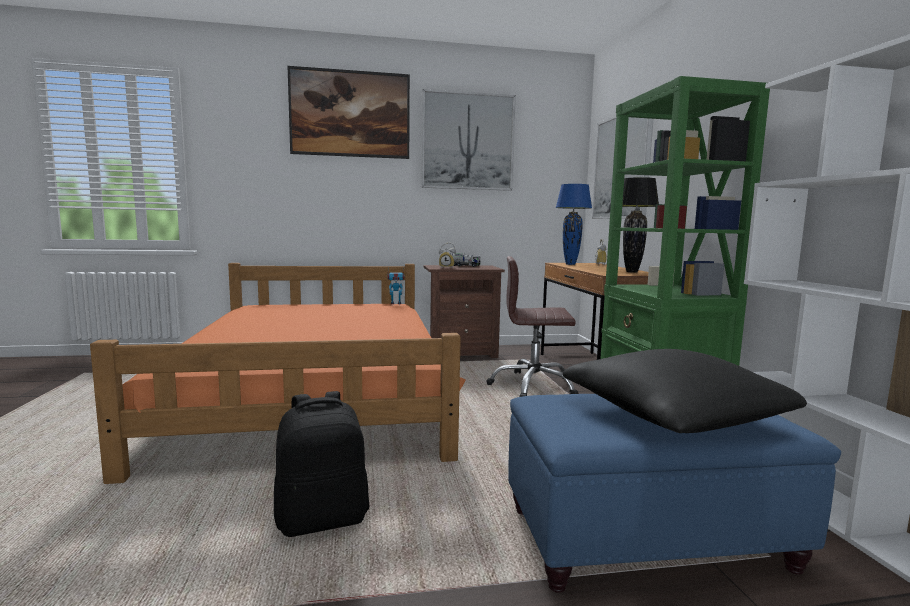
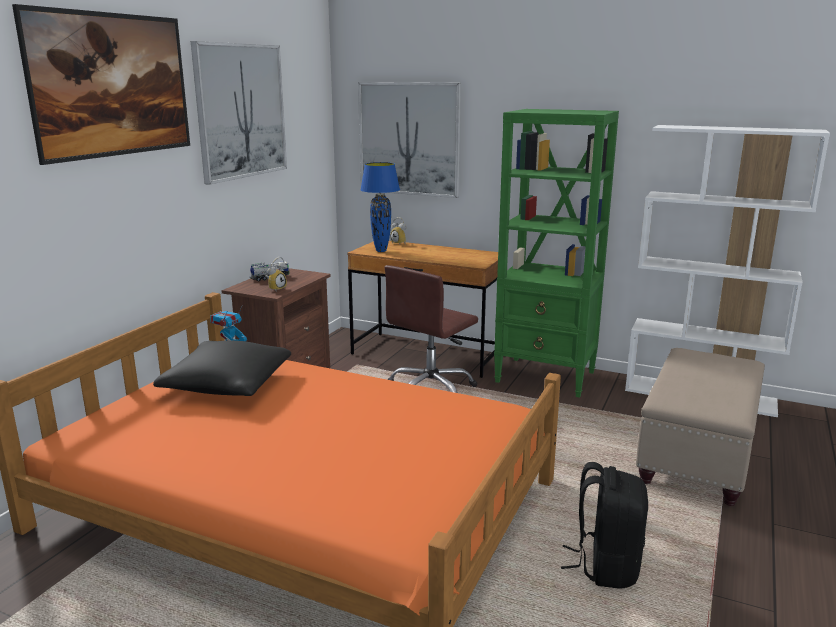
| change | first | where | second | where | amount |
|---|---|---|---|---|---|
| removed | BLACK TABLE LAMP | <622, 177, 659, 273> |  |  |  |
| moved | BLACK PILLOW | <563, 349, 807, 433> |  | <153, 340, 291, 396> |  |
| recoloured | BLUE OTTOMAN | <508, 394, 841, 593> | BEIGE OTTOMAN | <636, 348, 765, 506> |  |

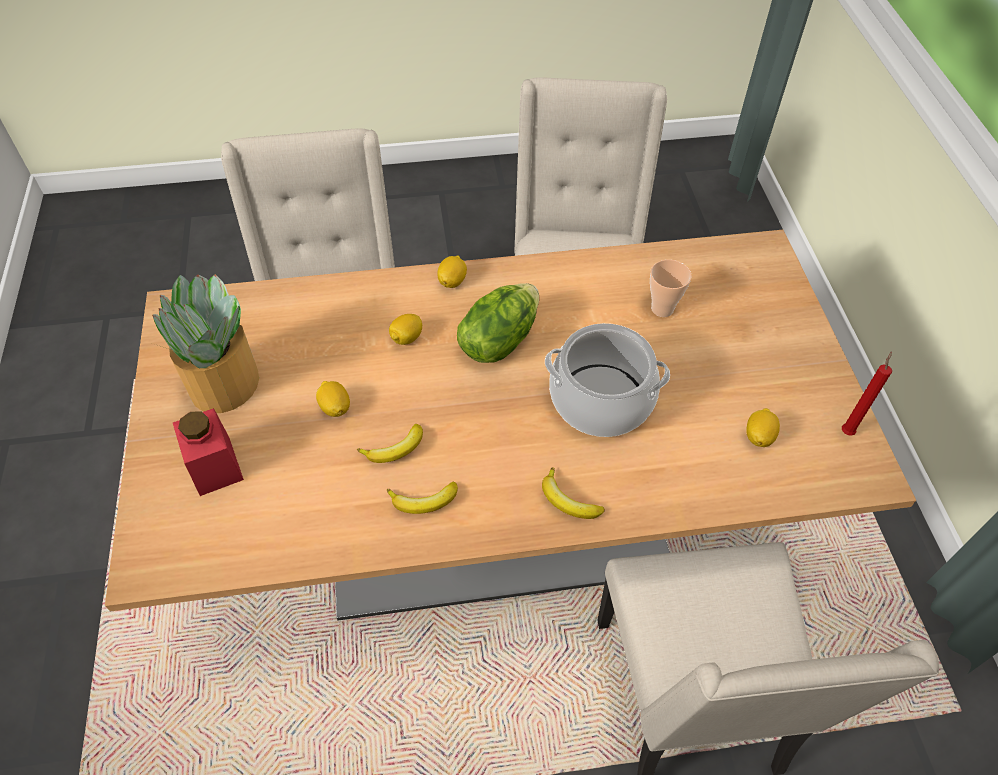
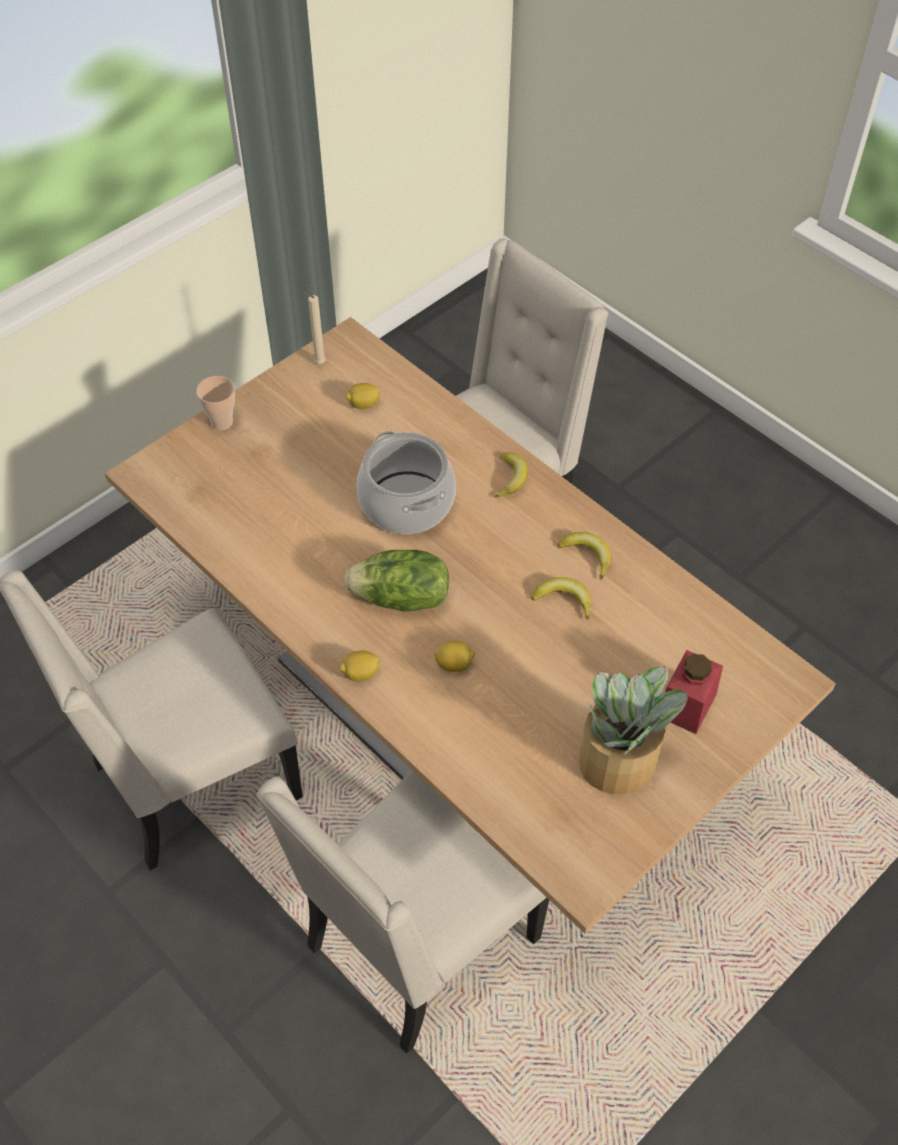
| change | first | where | second | where | amount |
|---|---|---|---|---|---|
| removed | LEMON | <316, 381, 350, 417> |  |  |  |
| moved | CUP | <650, 259, 692, 317> |  | <196, 376, 235, 430> |  |
| recoloured | RED CANDLE | <842, 351, 892, 436> | BEIGE CANDLE | <302, 292, 326, 364> |  |

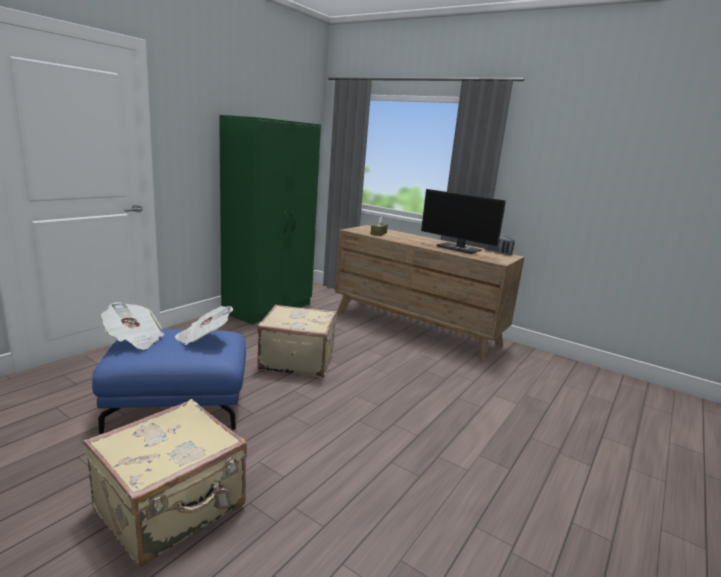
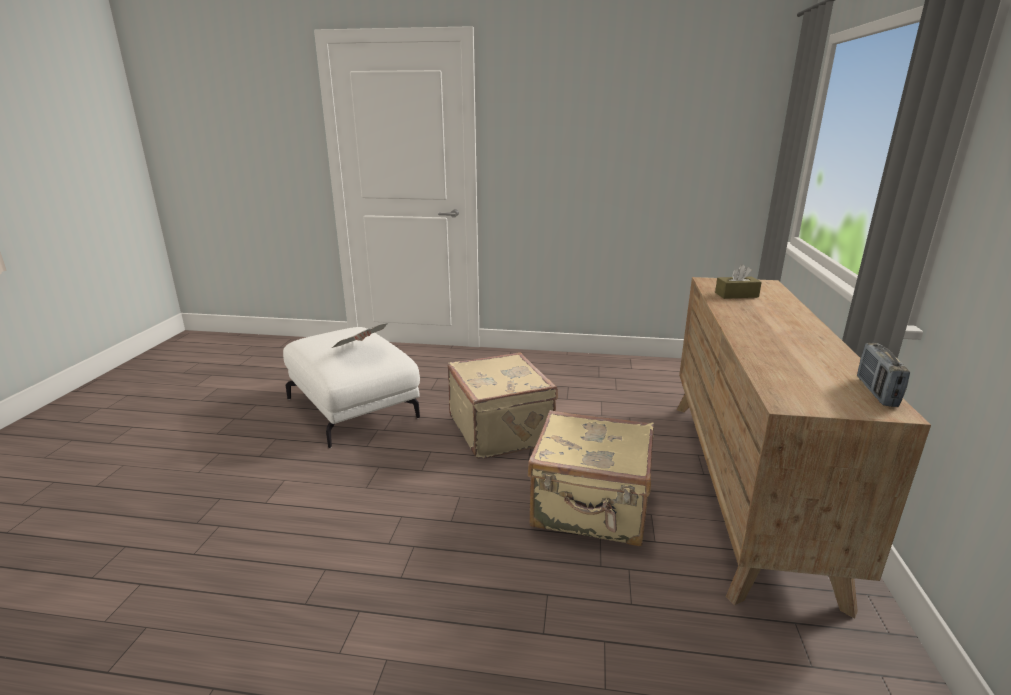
| change | first | where | second | where | amount |
|---|---|---|---|---|---|
| removed | NEWSPAPER | <101, 302, 165, 350> |  |  |  |
| removed | GREEN WARDROBE | <219, 115, 321, 325> |  |  |  |
| removed | MONITOR | <421, 189, 506, 254> |  |  |  |
| moved | BEIGE SUITCASE | <83, 399, 247, 567> |  | <528, 410, 654, 546> |  |
| recoloured | BLUE OTTOMAN | <92, 329, 246, 434> | WHITE OTTOMAN | <283, 327, 420, 448> |  |

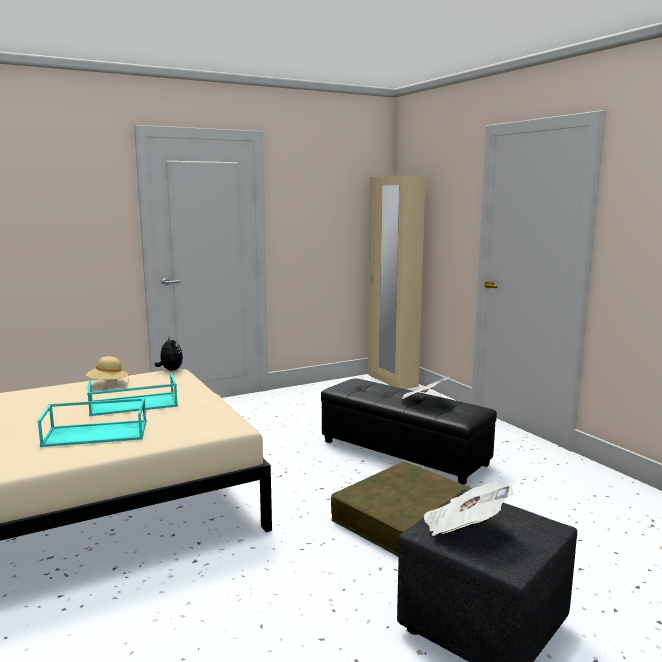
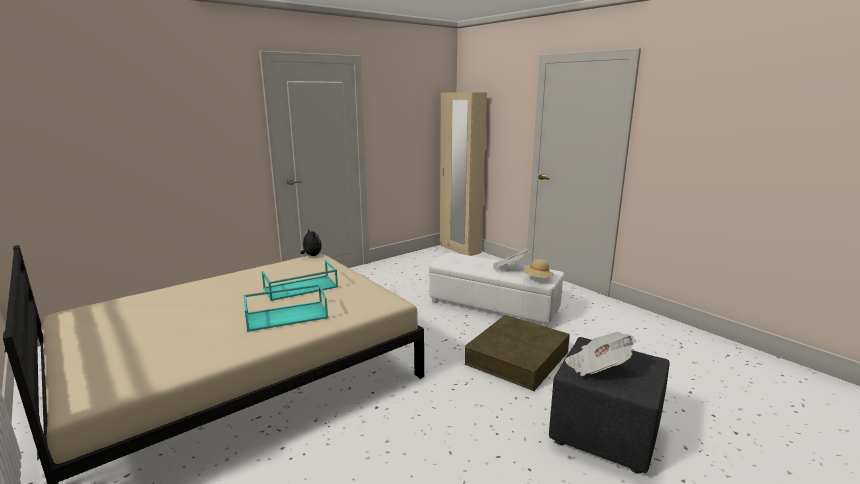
| change | first | where | second | where | amount |
|---|---|---|---|---|---|
| moved | BEIGE HAT | <86, 356, 129, 380> |  | <523, 259, 554, 278> |  |
| recoloured | BLACK OTTOMAN | <321, 379, 497, 485> | WHITE OTTOMAN | <429, 253, 564, 327> |  |

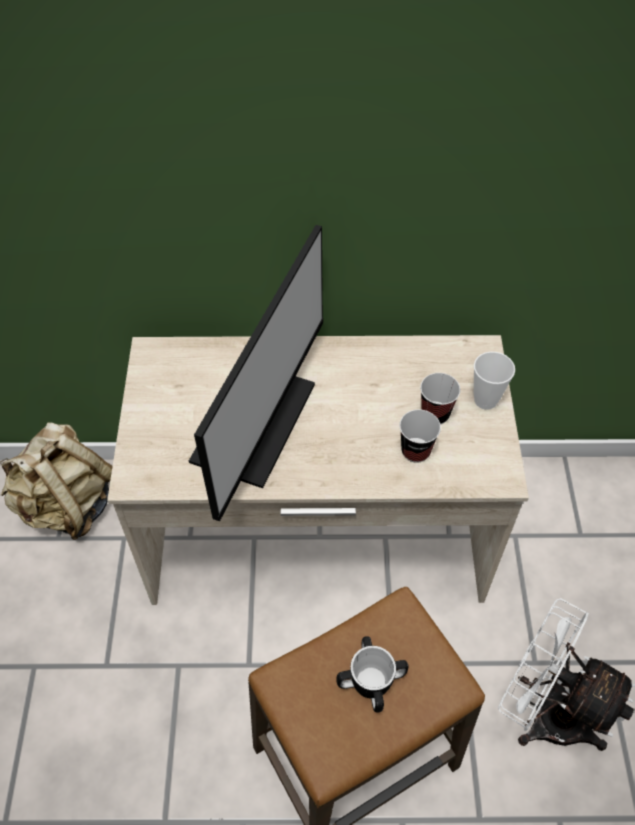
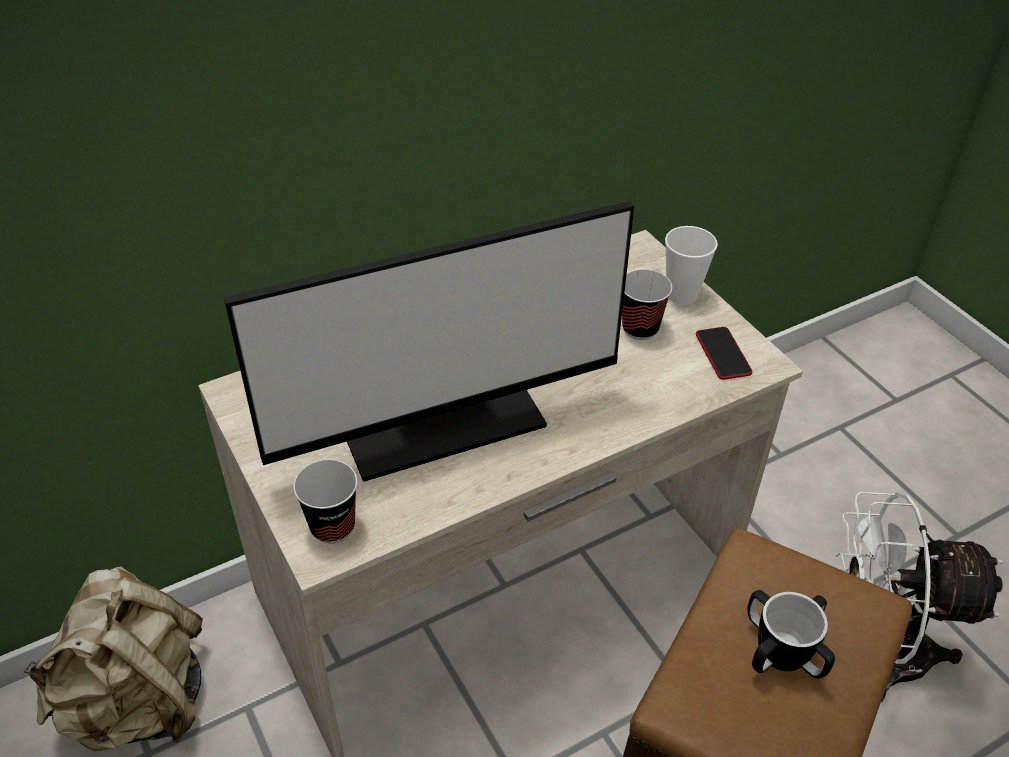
| change | first | where | second | where | amount |
|---|---|---|---|---|---|
| added |  |  | PHONE | <696, 327, 752, 380> |  |
| moved | CUP | <400, 409, 441, 463> |  | <293, 459, 357, 543> |  |
| turned | MONITOR | <189, 225, 323, 521> |  | <224, 201, 634, 482> | 75 degrees clockwise |

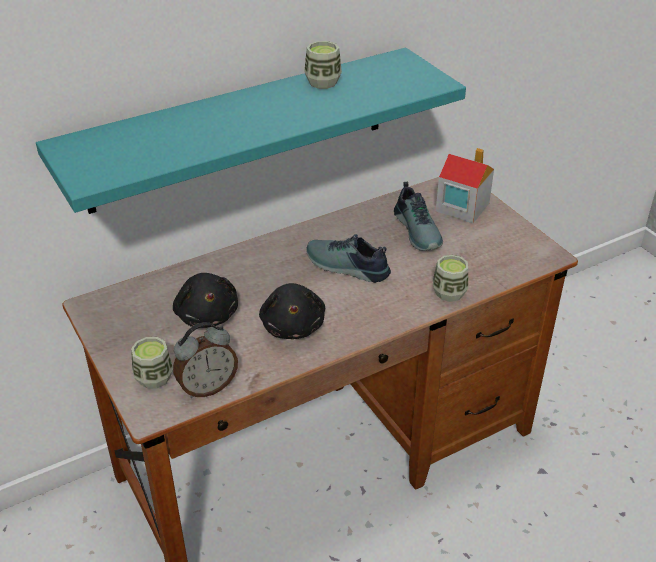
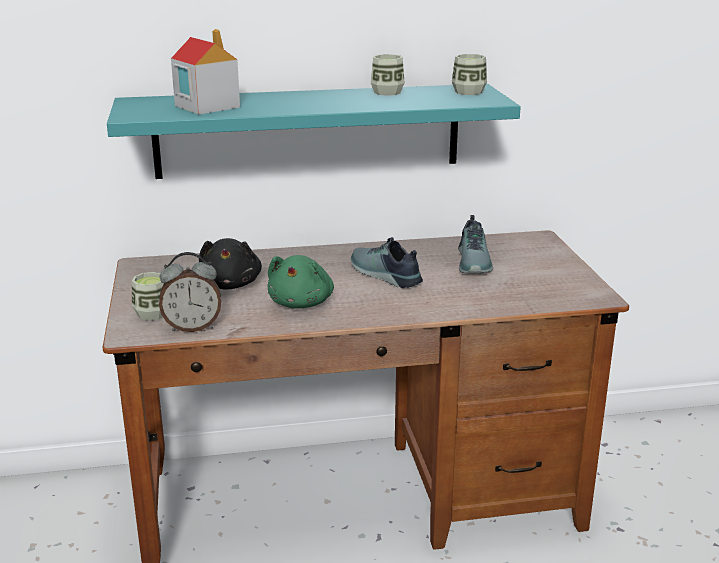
| change | first | where | second | where | amount |
|---|---|---|---|---|---|
| moved | CUP | <433, 255, 468, 302> |  | <452, 54, 487, 95> |  |
| moved | TOY HOUSE | <436, 148, 494, 223> |  | <171, 29, 240, 115> |  |
| recoloured | BLACK PLUSH TOY | <259, 283, 325, 339> | GREEN PLUSH TOY | <268, 255, 334, 309> |  |

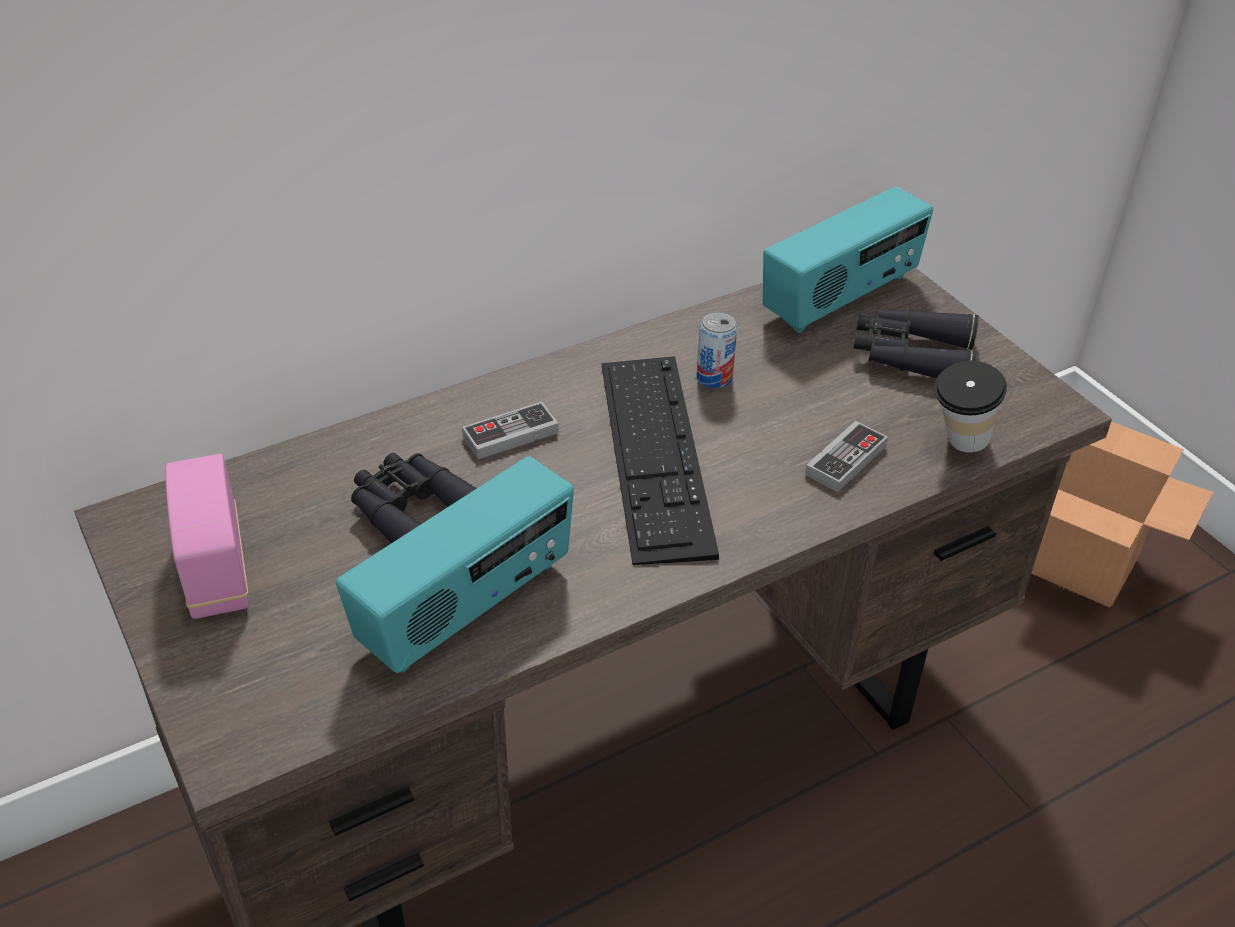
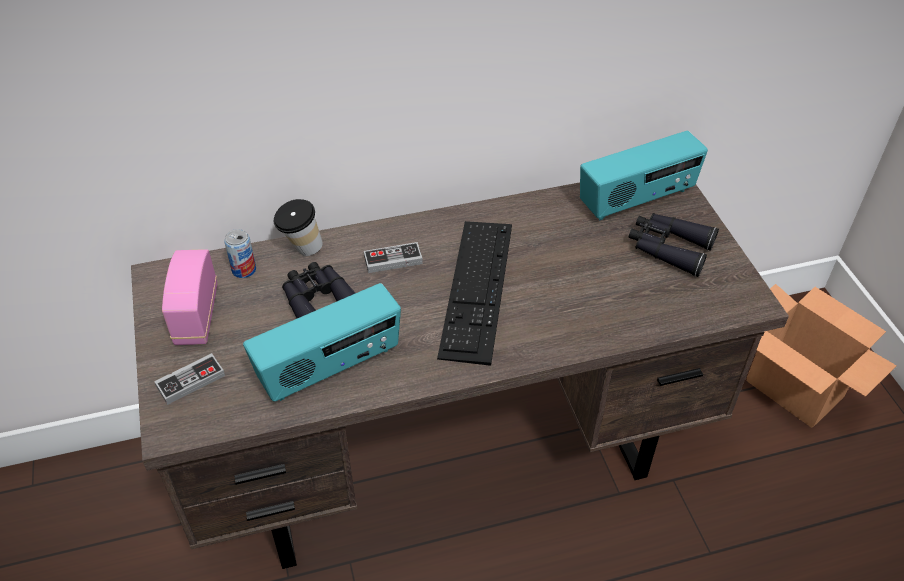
| change | first | where | second | where | amount |
|---|---|---|---|---|---|
| moved | CAN | <696, 312, 737, 388> |  | <224, 229, 256, 278> |  |
| moved | GAME CONTROLLER | <805, 421, 888, 492> |  | <154, 353, 225, 405> |  |
| moved | CUP | <934, 361, 1007, 453> |  | <274, 199, 323, 256> |  |

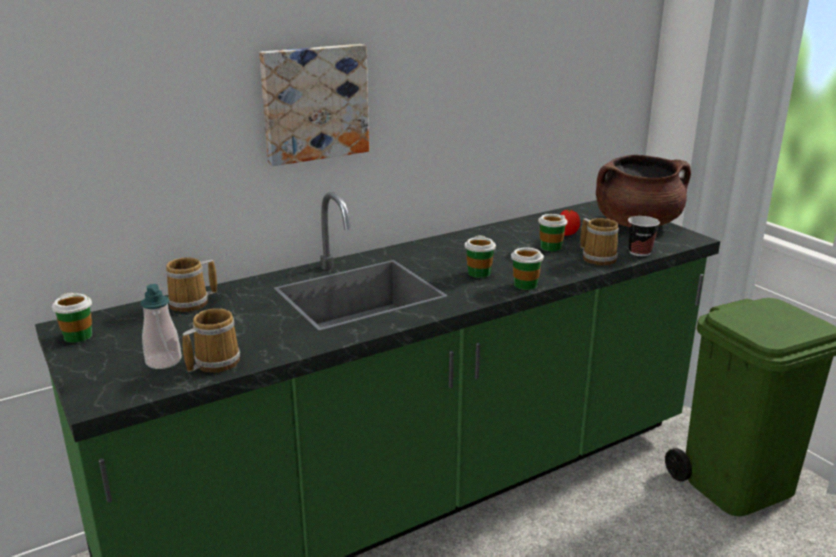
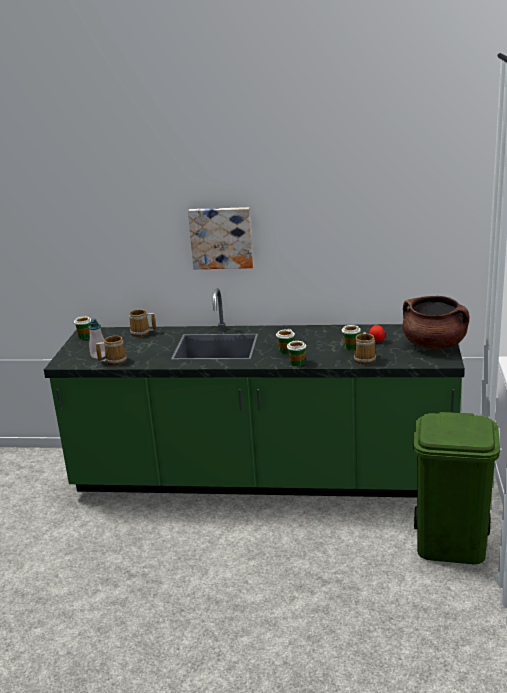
| change | first | where | second | where | amount |
|---|---|---|---|---|---|
| removed | CUP | <628, 216, 660, 257> |  |  |  |

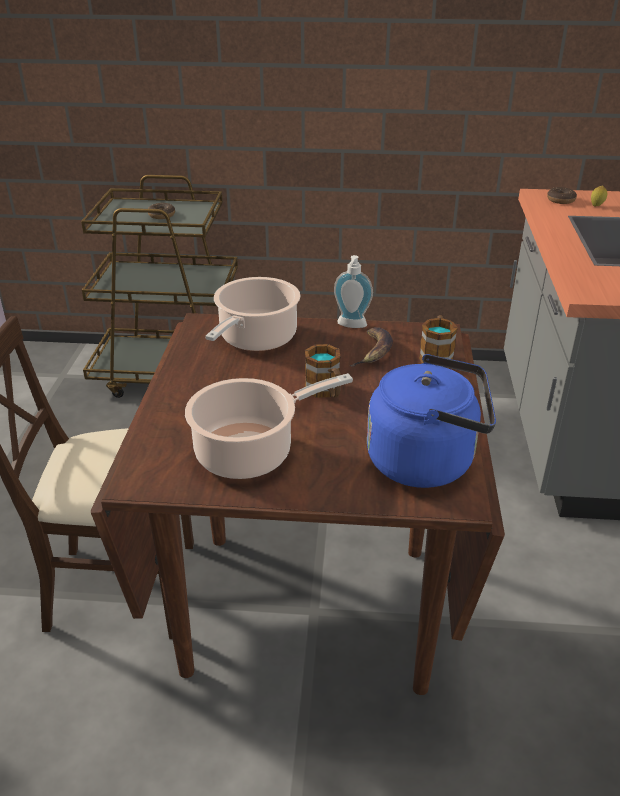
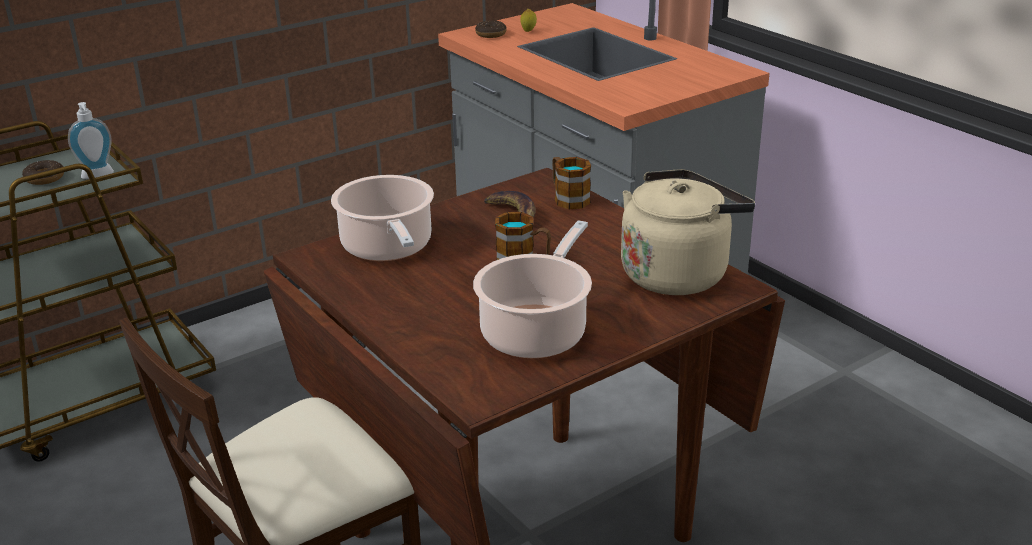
| change | first | where | second | where | amount |
|---|---|---|---|---|---|
| moved | SOAP DISPENSER | <334, 255, 373, 328> |  | <68, 102, 114, 179> |  |
| recoloured | BLUE KETTLE | <367, 354, 496, 488> | BEIGE KETTLE | <621, 169, 755, 295> |  |

